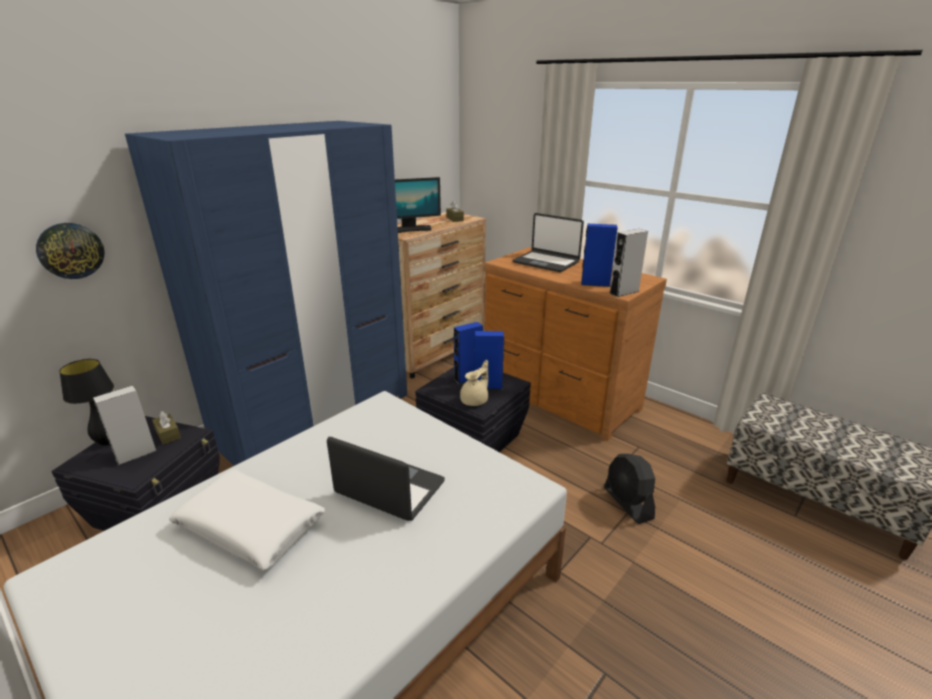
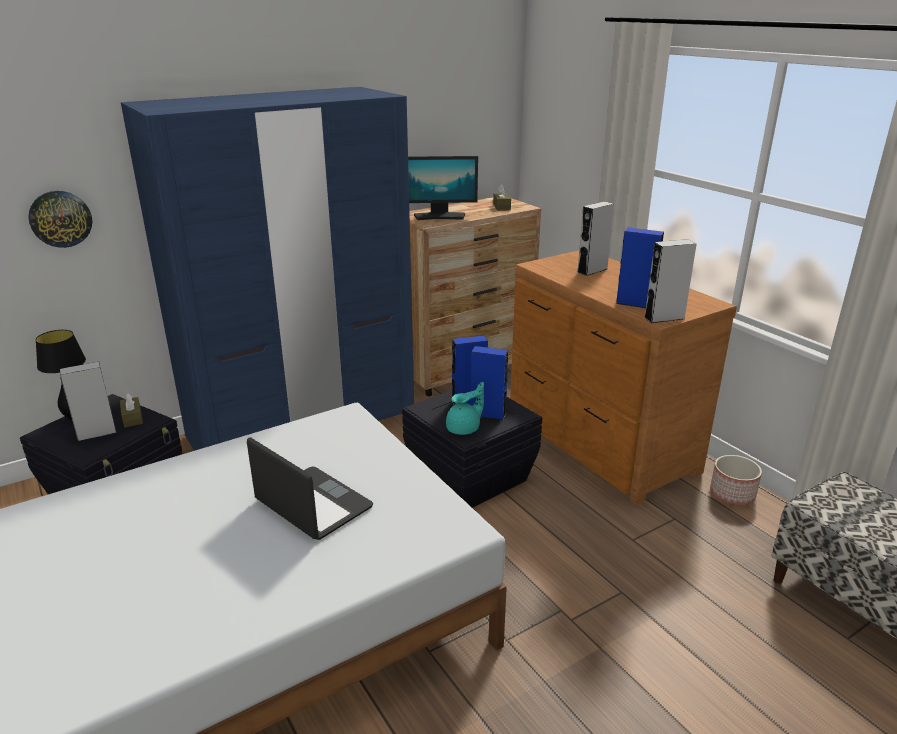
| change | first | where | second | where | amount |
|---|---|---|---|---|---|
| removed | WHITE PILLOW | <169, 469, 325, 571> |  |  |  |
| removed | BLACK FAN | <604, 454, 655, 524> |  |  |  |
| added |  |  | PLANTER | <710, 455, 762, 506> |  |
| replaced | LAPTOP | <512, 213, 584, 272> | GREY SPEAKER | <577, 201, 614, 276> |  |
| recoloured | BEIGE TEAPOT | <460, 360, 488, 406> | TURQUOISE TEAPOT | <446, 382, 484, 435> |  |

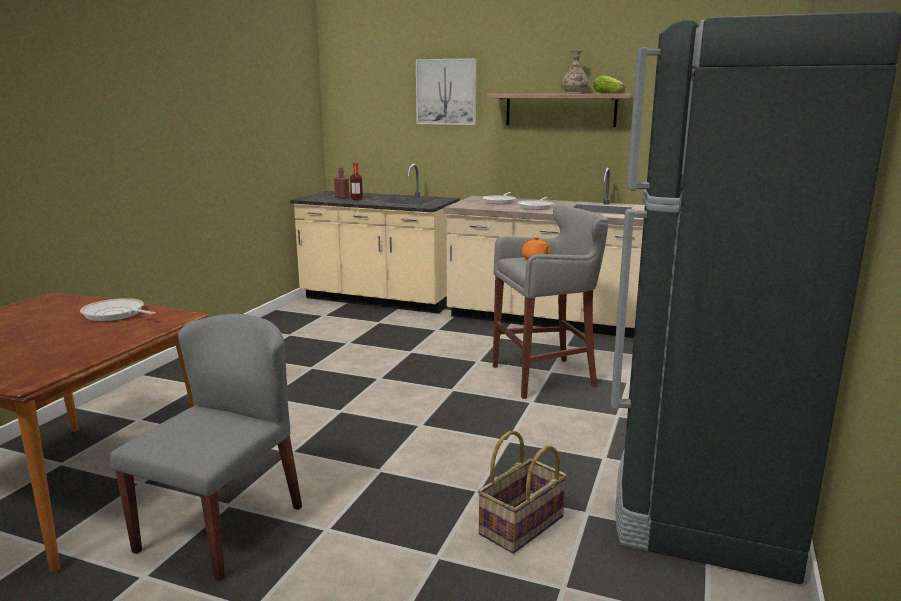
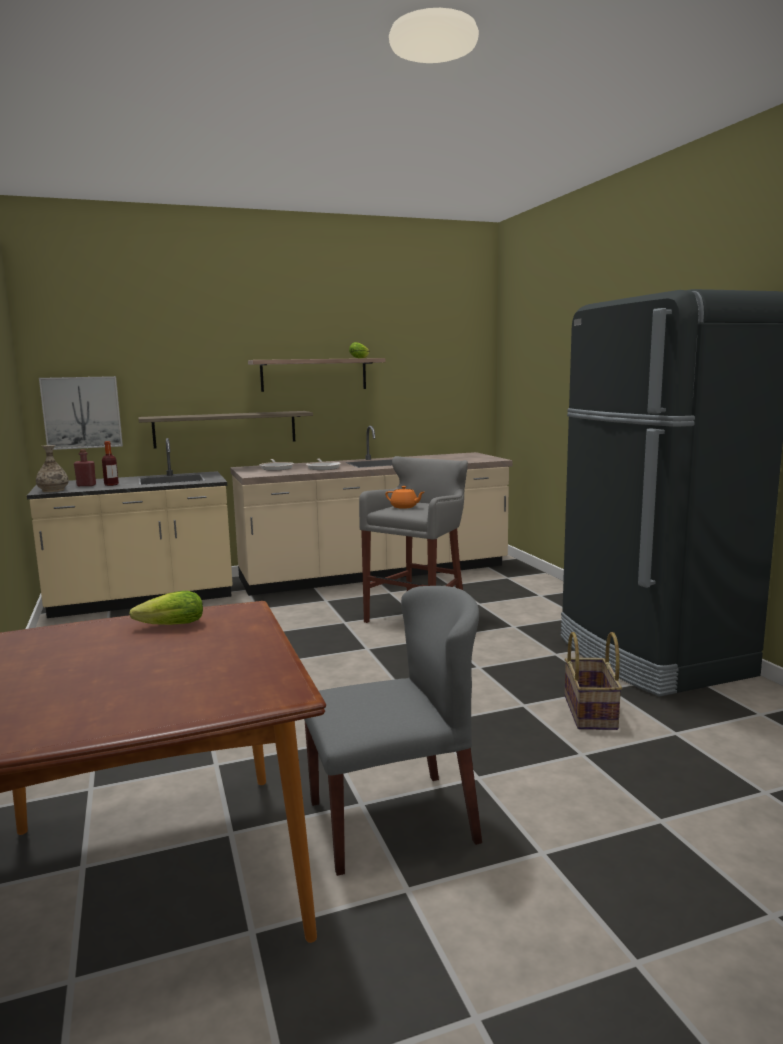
| change | first | where | second | where | amount |
|---|---|---|---|---|---|
| added |  |  | SHELF | <138, 411, 313, 449> |  |
| moved | PICTURE | <416, 58, 477, 125> |  | <39, 376, 123, 450> |  |
| moved | VASE | <561, 50, 588, 94> |  | <36, 445, 69, 492> |  |
| replaced | FRYING PAN | <80, 298, 155, 321> | LETTUCE | <129, 591, 203, 625> |  |
| turned | GREY CHAIR | <110, 314, 302, 581> |  | <304, 586, 482, 876> | 90 degrees clockwise |

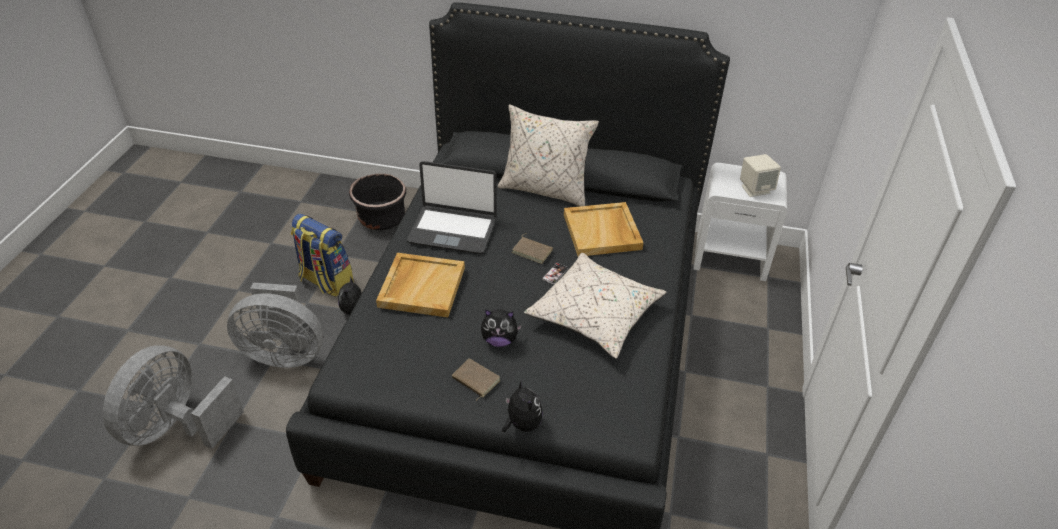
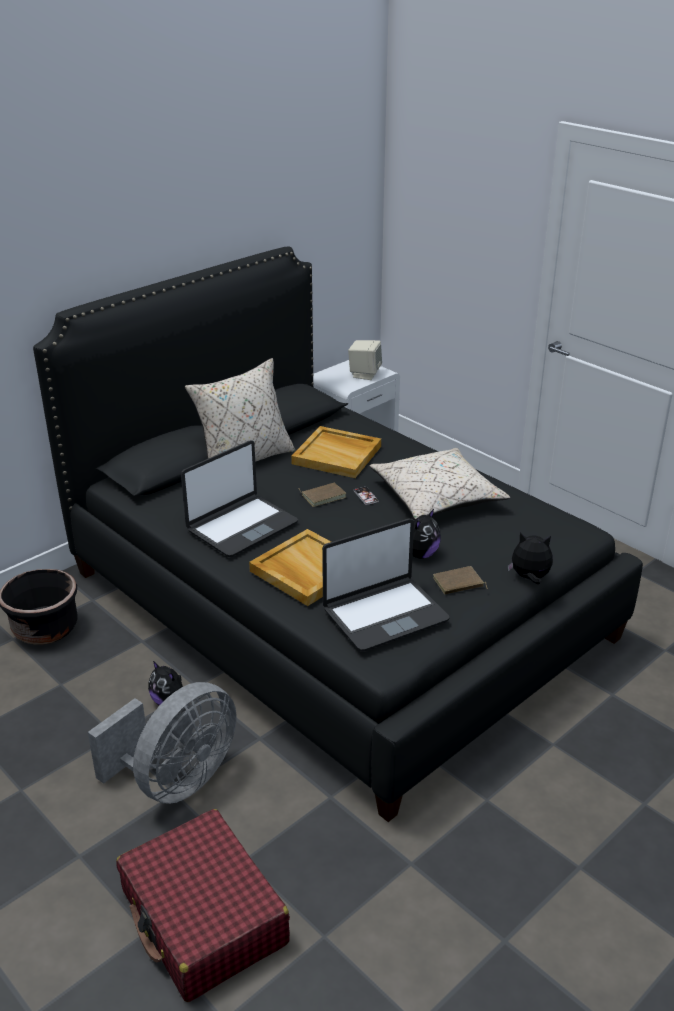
| change | first | where | second | where | amount |
|---|---|---|---|---|---|
| removed | BACKPACK | <291, 214, 354, 297> |  |  |  |
| added |  |  | LAPTOP | <322, 519, 450, 651> |  |
| replaced | GREY FAN | <103, 345, 244, 449> | RED SUITCASE | <116, 809, 290, 1002> |  |

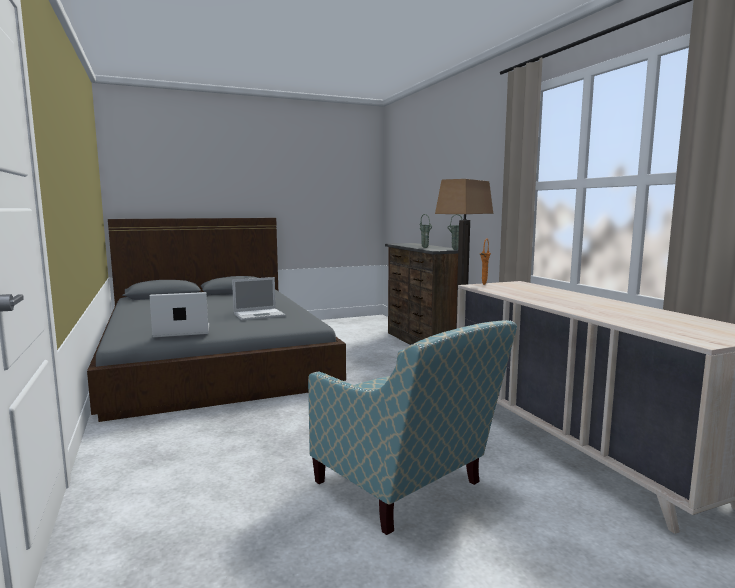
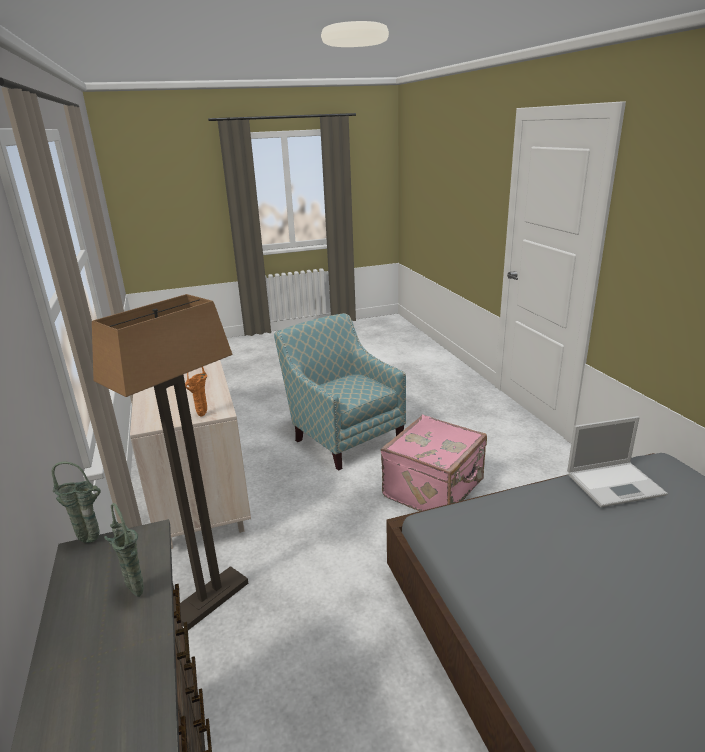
| change | first | where | second | where | amount |
|---|---|---|---|---|---|
| removed | LAPTOP | <232, 277, 286, 321> |  |  |  |
| added |  |  | PINK SUITCASE | <380, 415, 487, 511> |  |

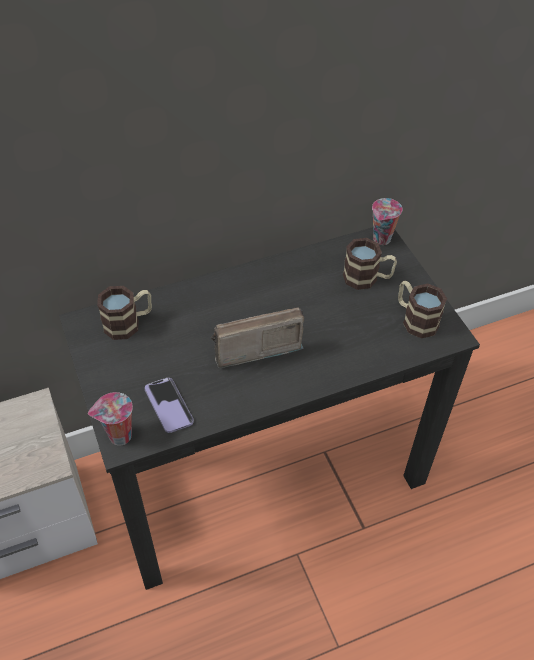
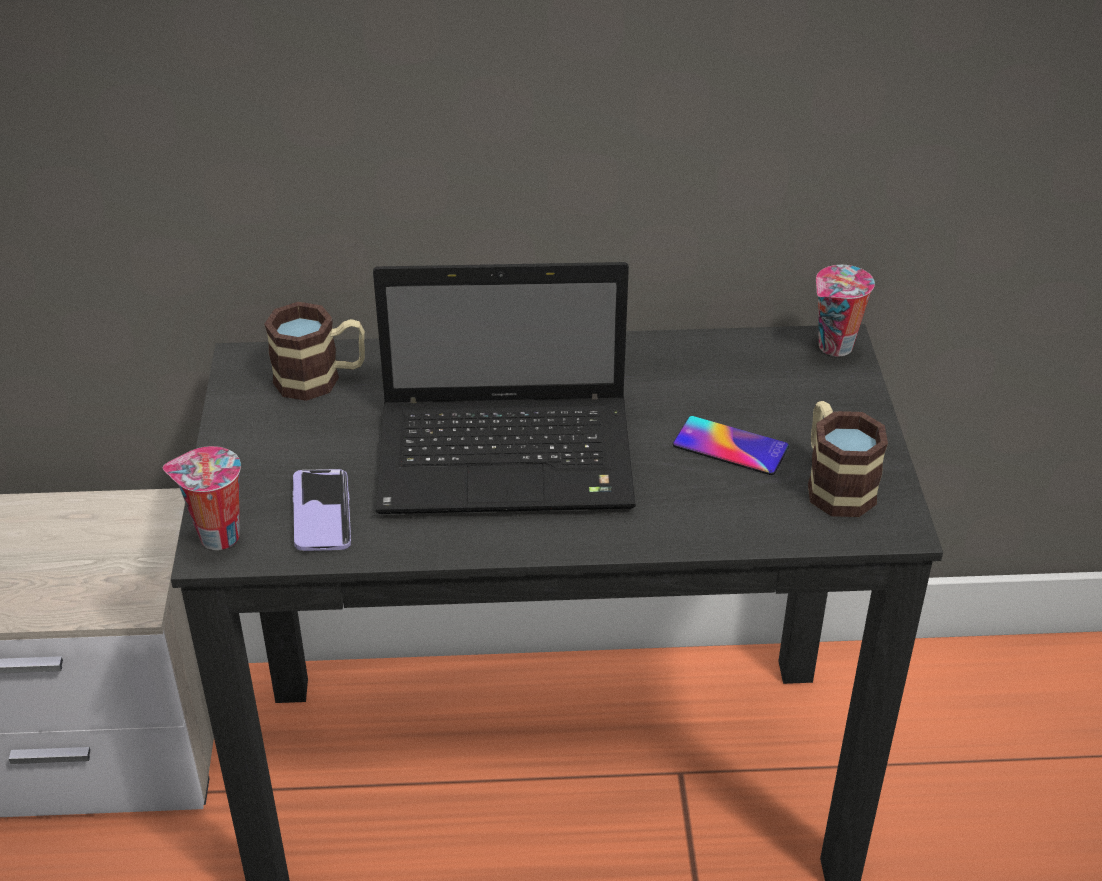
| change | first | where | second | where | amount |
|---|---|---|---|---|---|
| removed | MUG | <343, 238, 397, 290> |  |  |  |
| added |  |  | PHONE | <673, 416, 789, 475> |  |
| replaced | RADIO | <211, 307, 304, 368> | LAPTOP | <373, 262, 636, 514> |  |

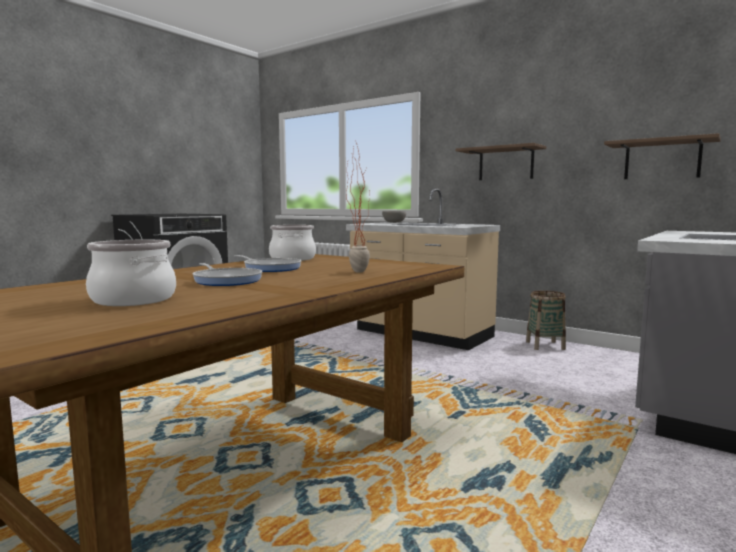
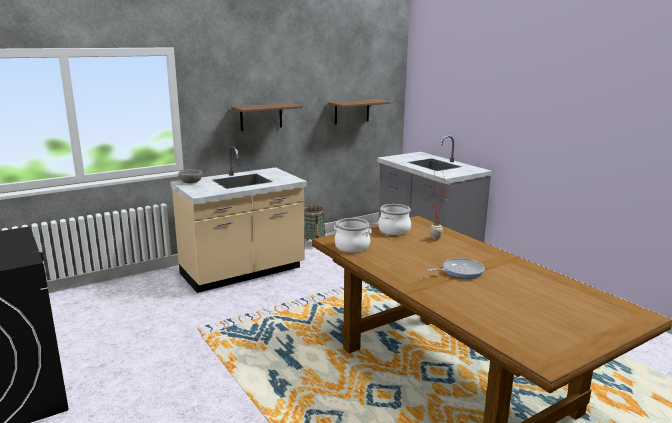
| change | first | where | second | where | amount |
|---|---|---|---|---|---|
| removed | FRYING PAN | <234, 255, 301, 272> |  |  |  |
| moved | COOKING POT | <86, 240, 176, 306> |  | <378, 204, 411, 235> |  |

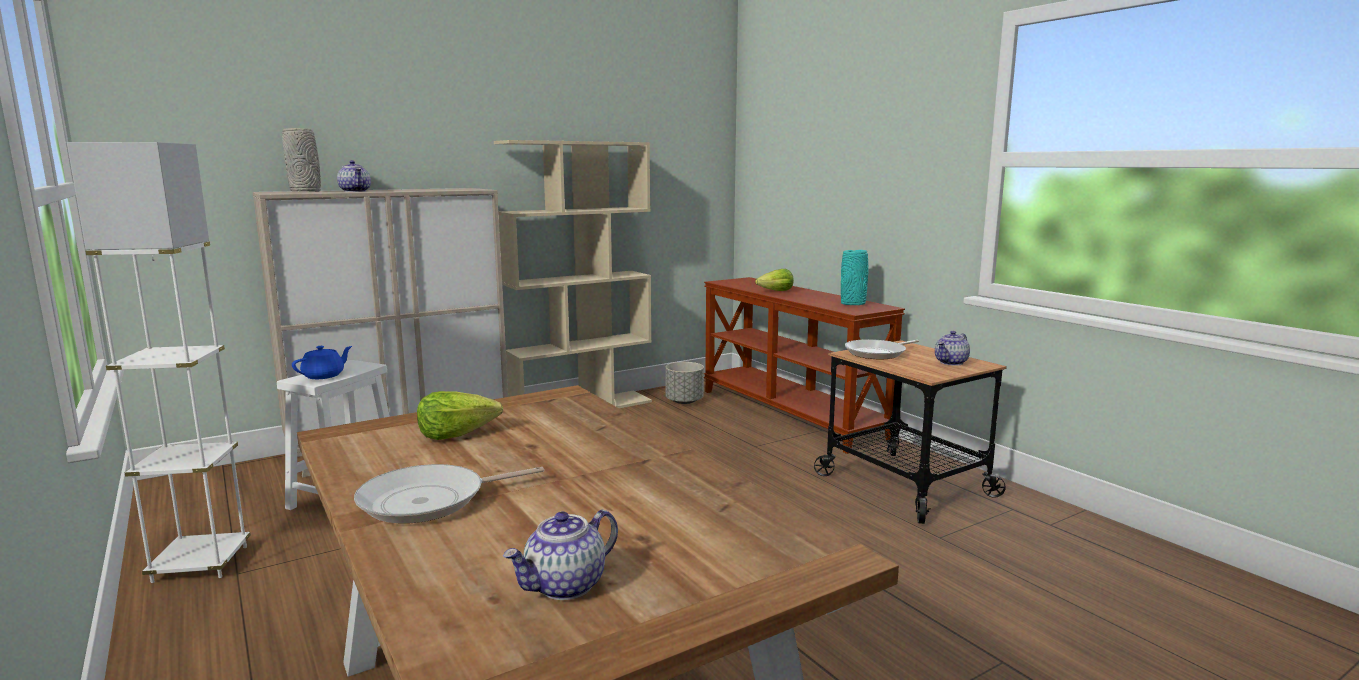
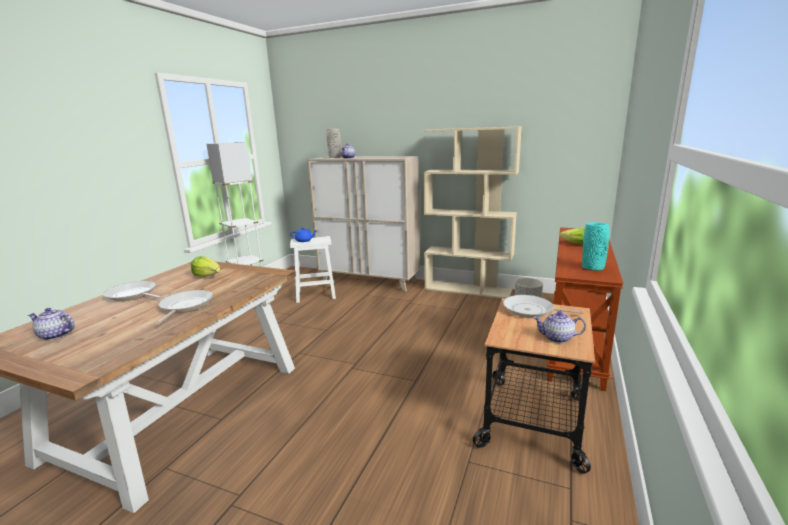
| change | first | where | second | where | amount |
|---|---|---|---|---|---|
| added |  |  | FRYING PAN | <155, 290, 213, 325> |  |

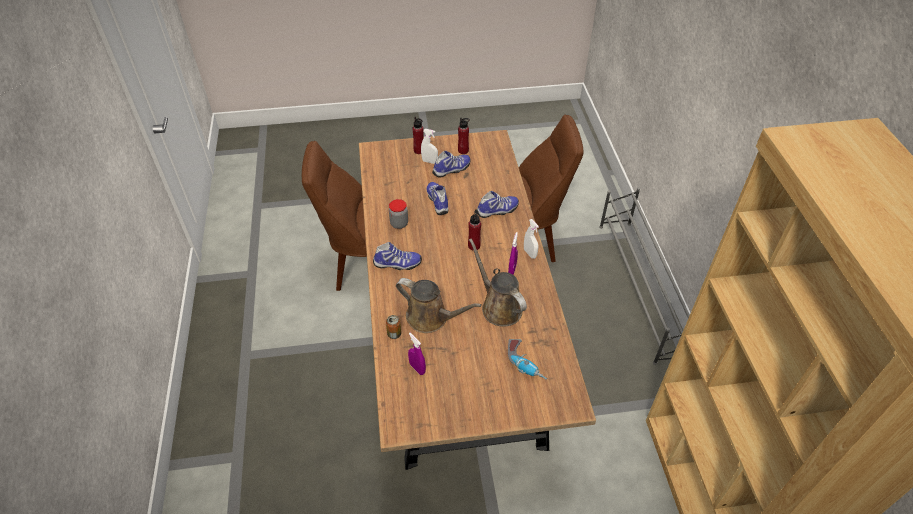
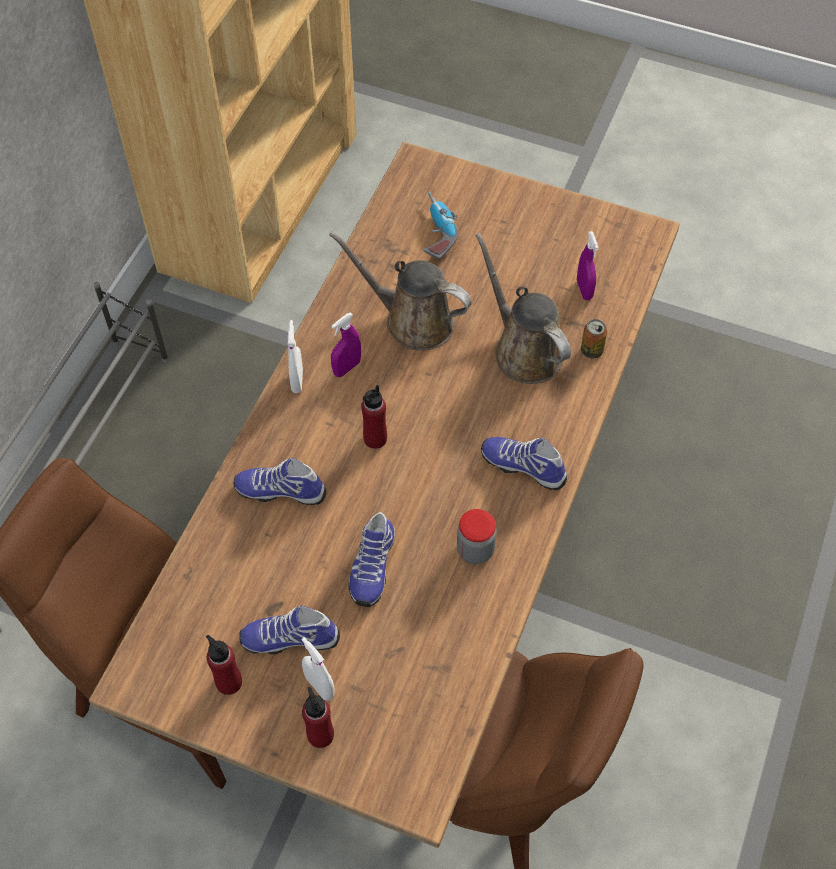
| change | first | where | second | where | amount |
|---|---|---|---|---|---|
| turned | BROWN WATERING CAN | <469, 239, 527, 327> |  | <329, 231, 472, 351> | 120 degrees clockwise |

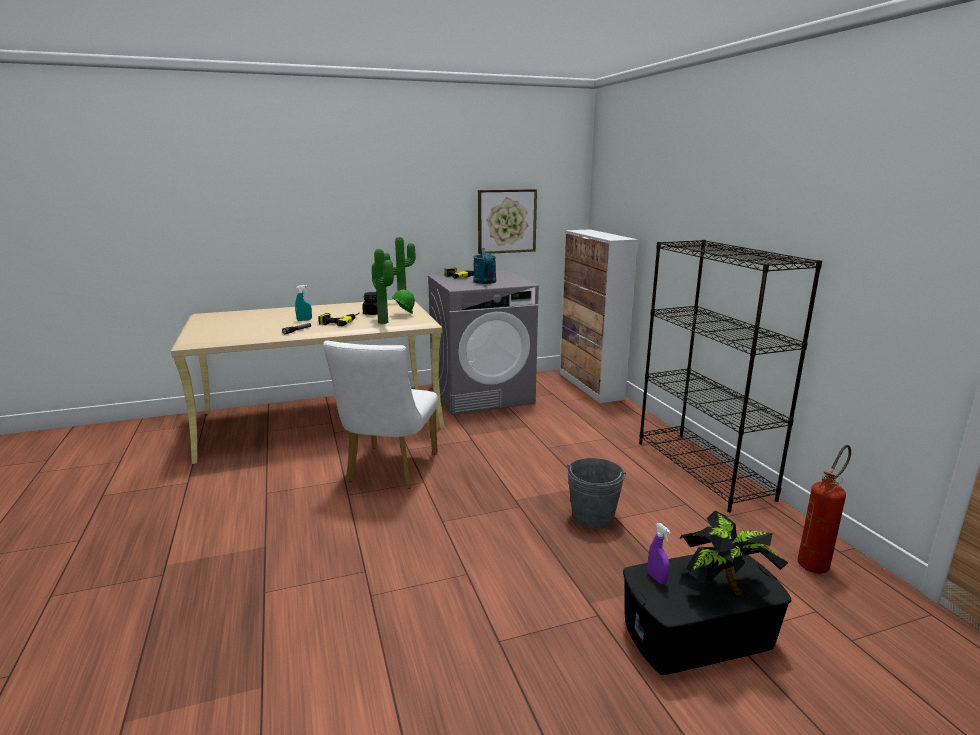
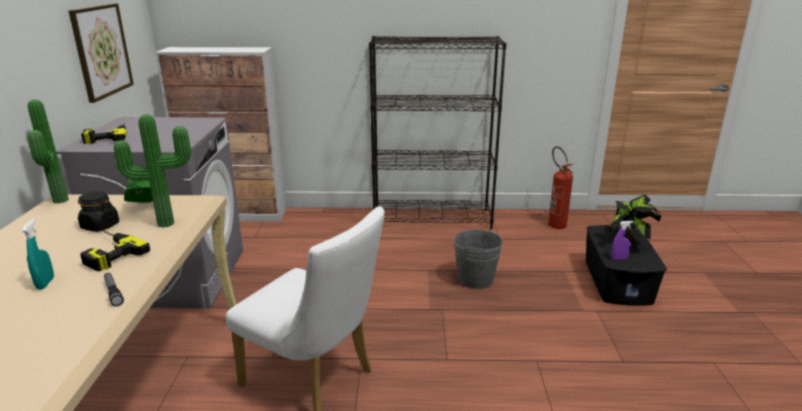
| change | first | where | second | where | amount |
|---|---|---|---|---|---|
| removed | TURQUOISE WATERING CAN | <473, 248, 496, 284> |  |  |  |

